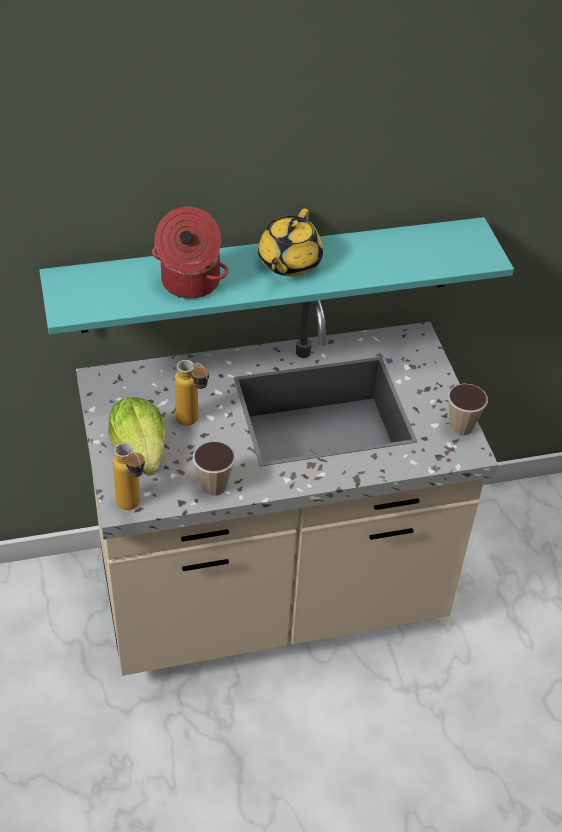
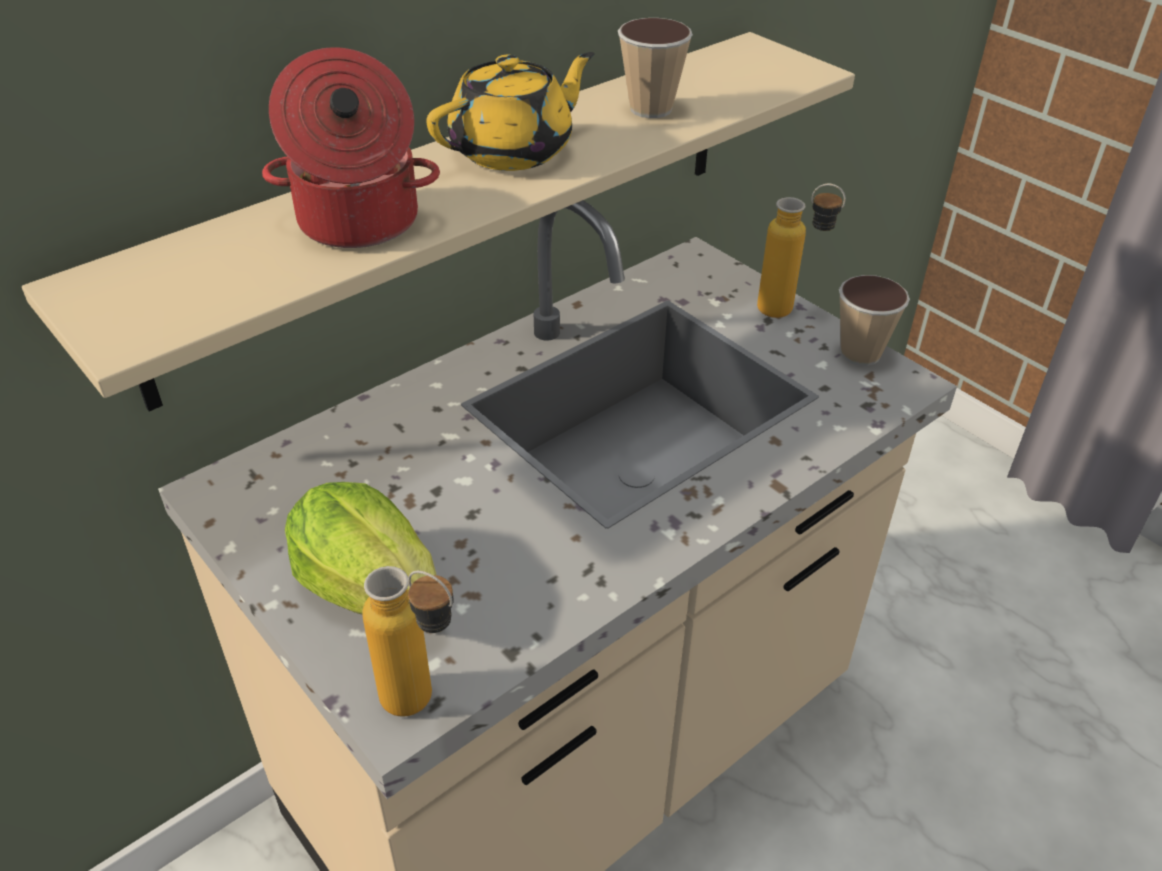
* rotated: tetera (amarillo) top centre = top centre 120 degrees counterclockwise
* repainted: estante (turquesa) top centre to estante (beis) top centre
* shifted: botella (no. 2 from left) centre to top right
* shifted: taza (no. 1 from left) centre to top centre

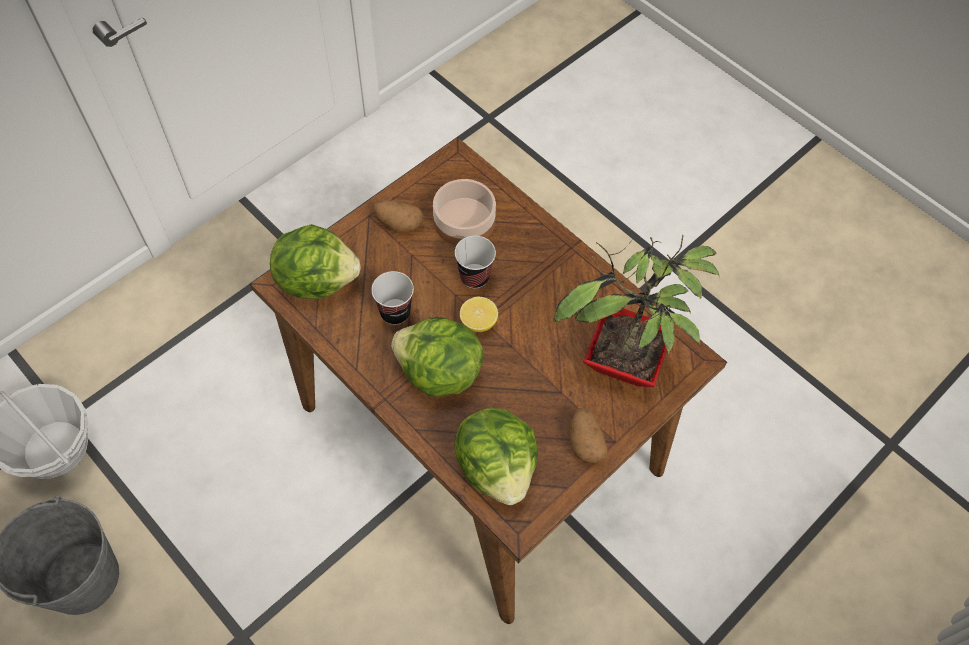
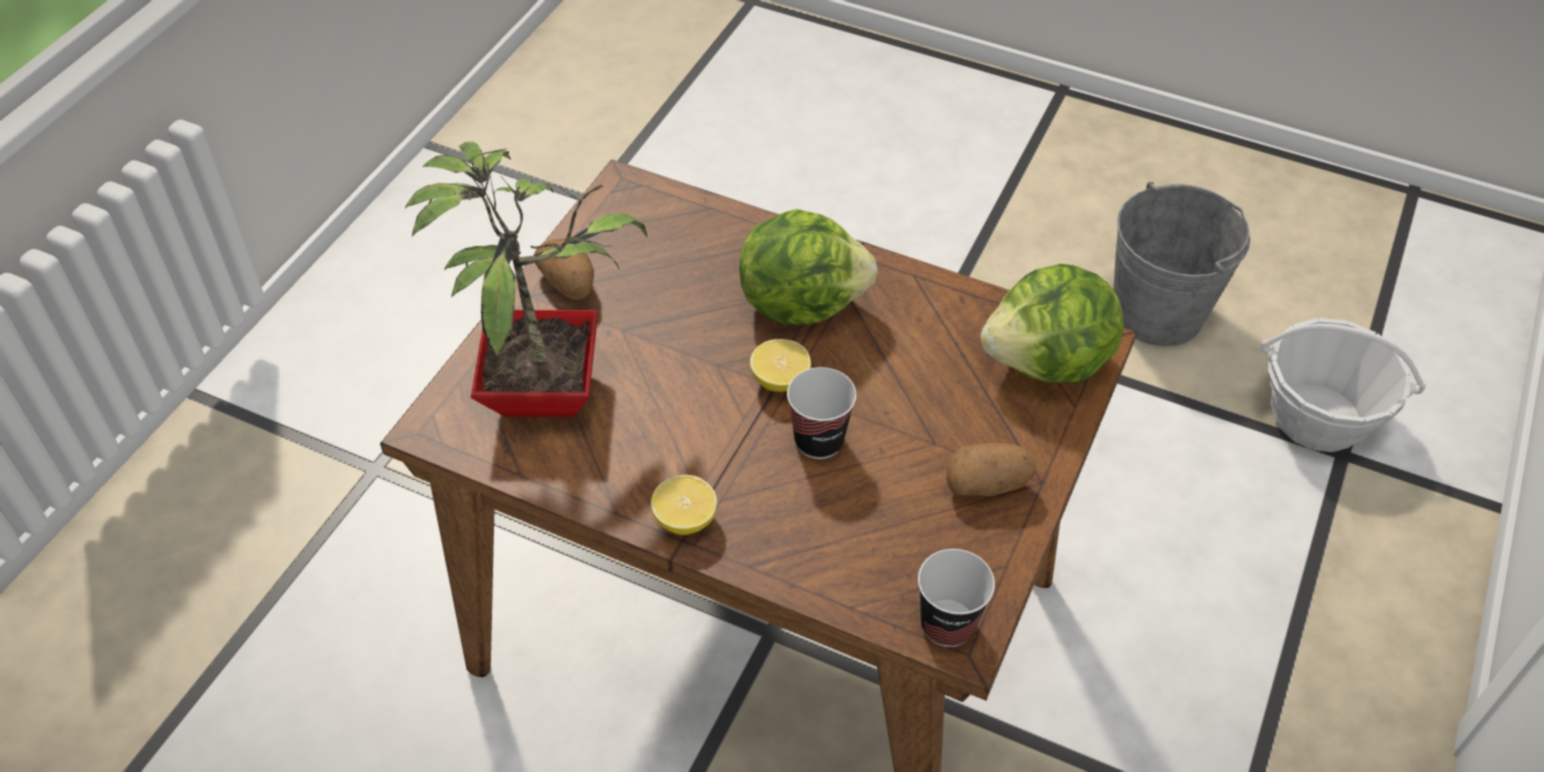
* gone: cuenco top centre
* shifted: taza (no. 1 from left in the first image) centre to taza (no. 2 from left) bottom centre
* gone: lechuga (no. 3 from left) bottom centre
* new: limón (no. 1 from left) centre

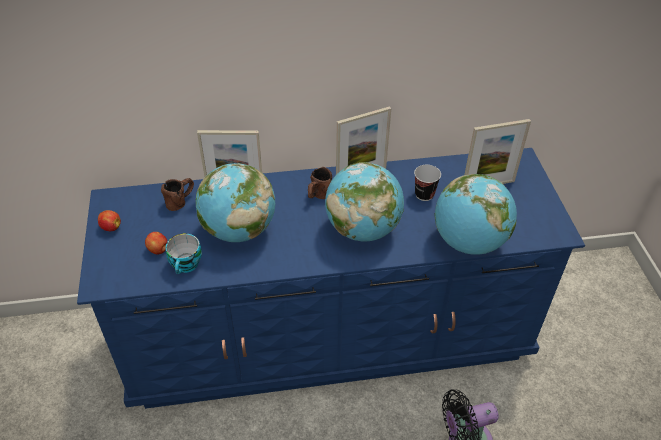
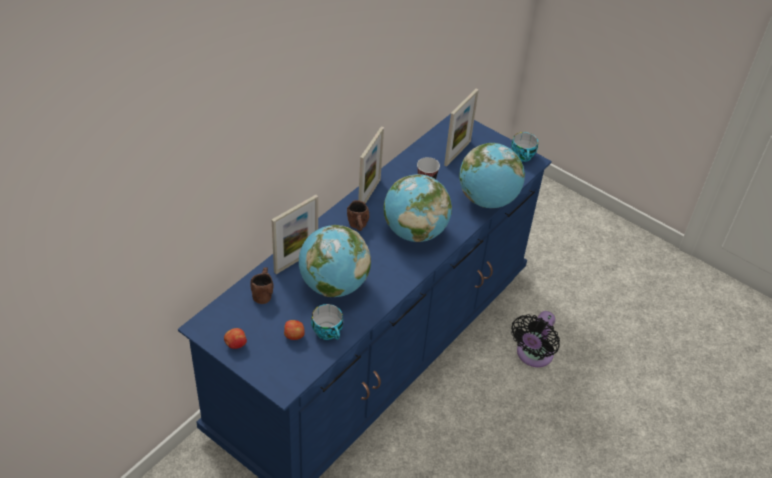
* new: taza (no. 3 from left) top right

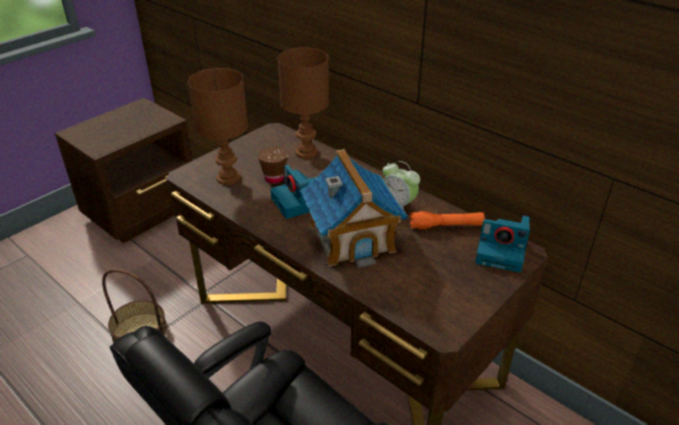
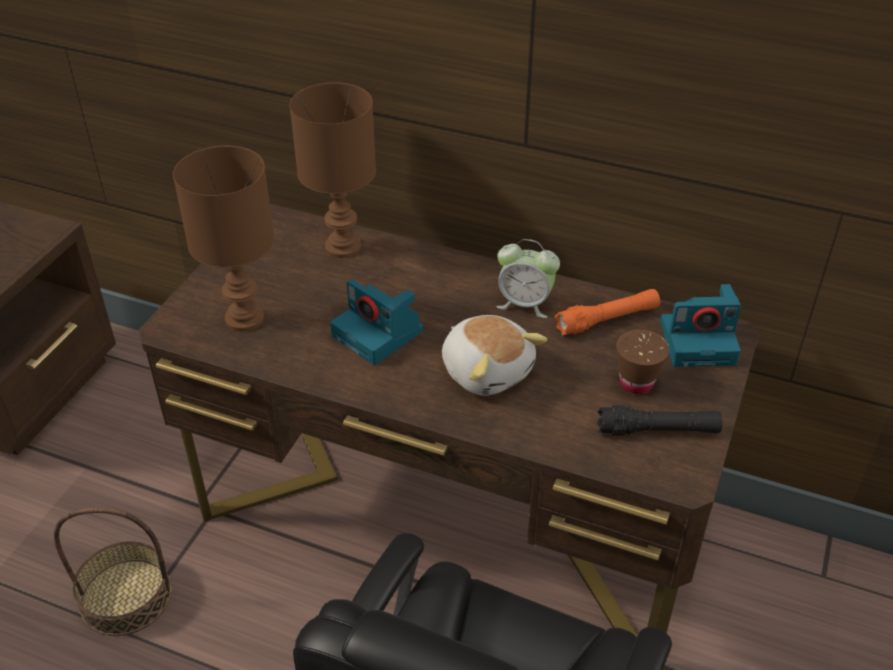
* shifted: taza (marrón) centre to middle right
* swapped: casita centre to peluche centre
* new: linterna (negro) middle right

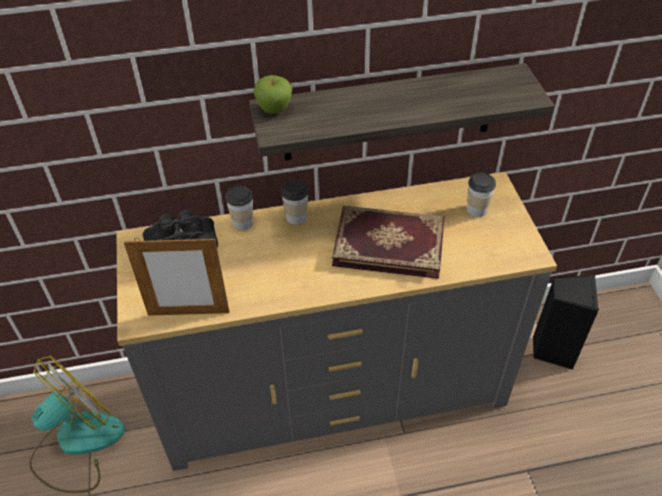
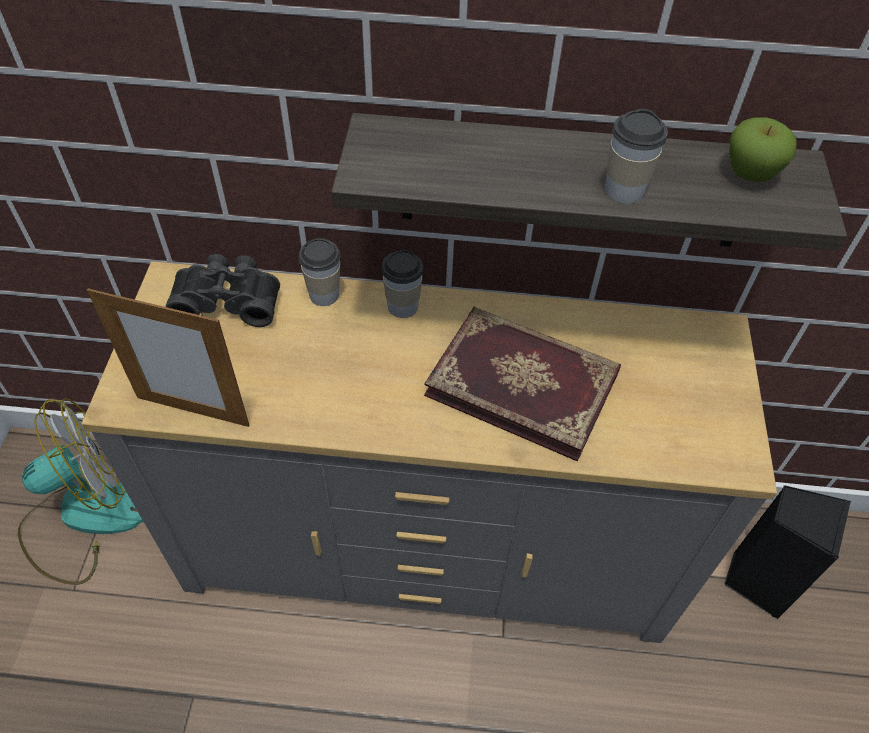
* shifted: manzana top centre to top right
* shifted: taza (no. 3 from left) middle right to top right

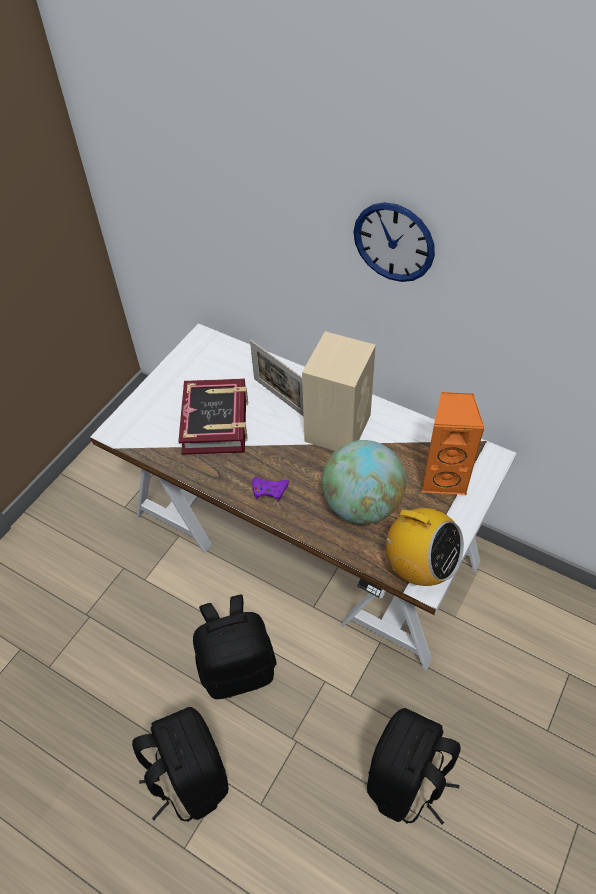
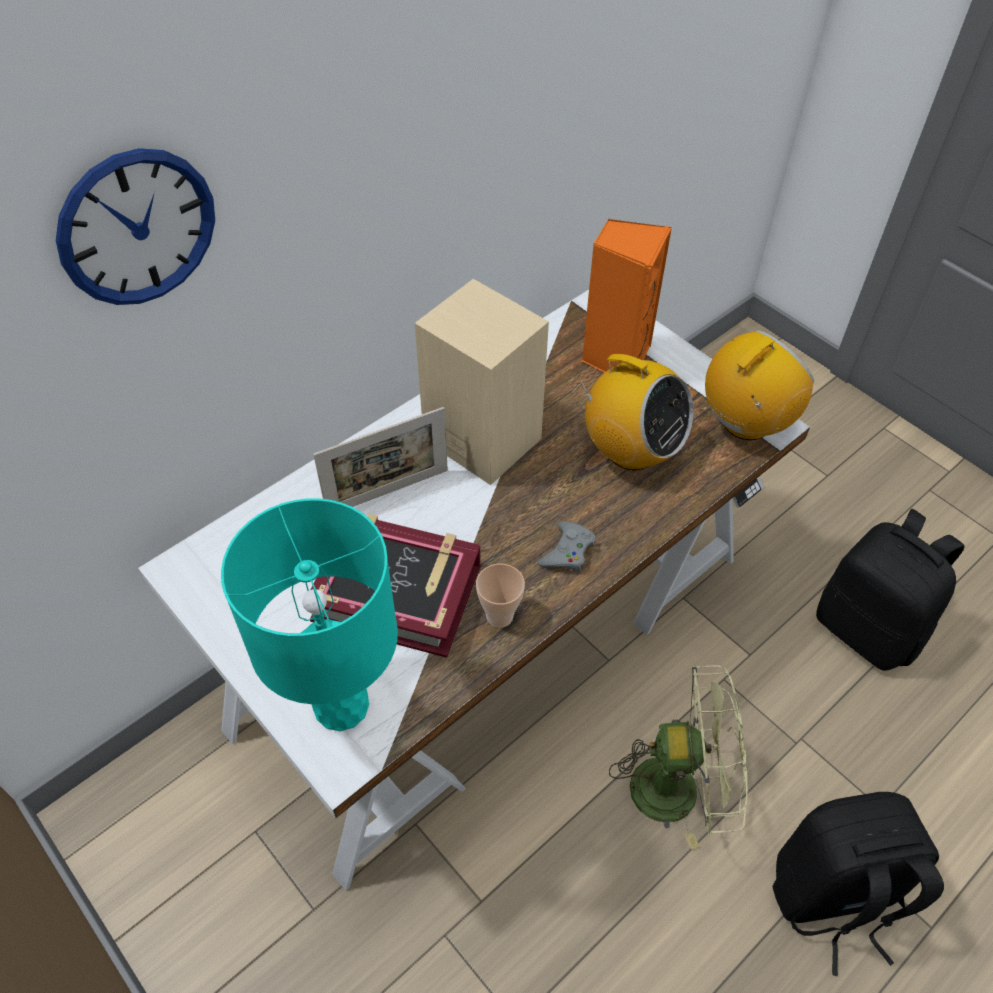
* shifted: reloj de pared top centre to top left
* swapped: globo terráqueo centre to radio (no. 1 from left) centre
* repainted: mando de consola (morado) centre to mando de consola (gris) centre
* swapped: mochila (negro) (no. 2 from left) bottom centre to ventilador (verde) bottom right
* new: lámpara de mesa (turquesa) middle left
* new: taza centre

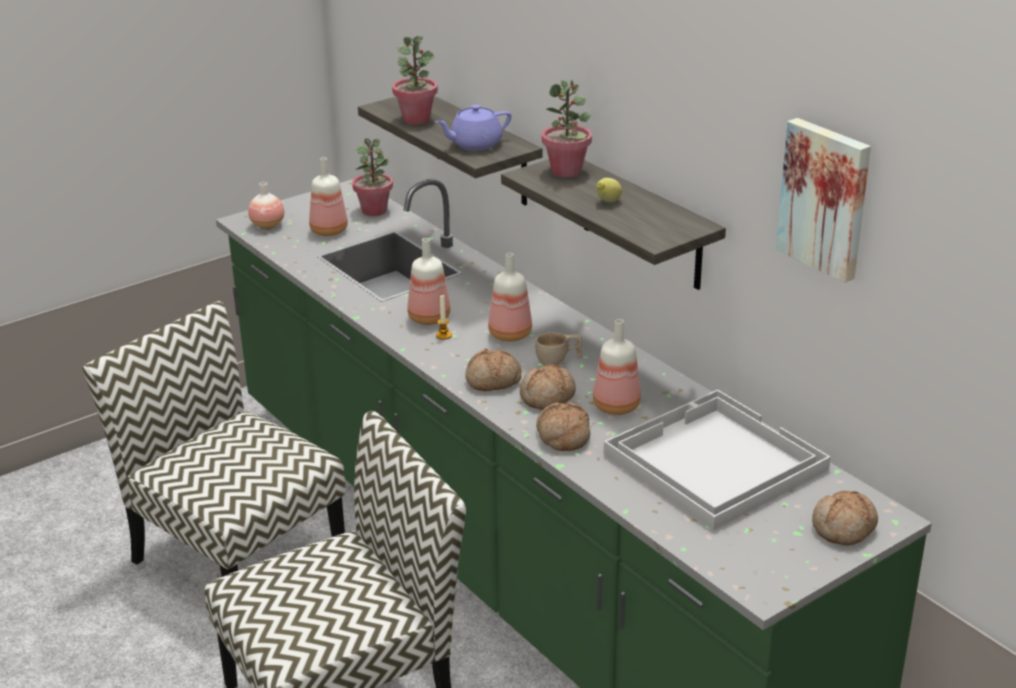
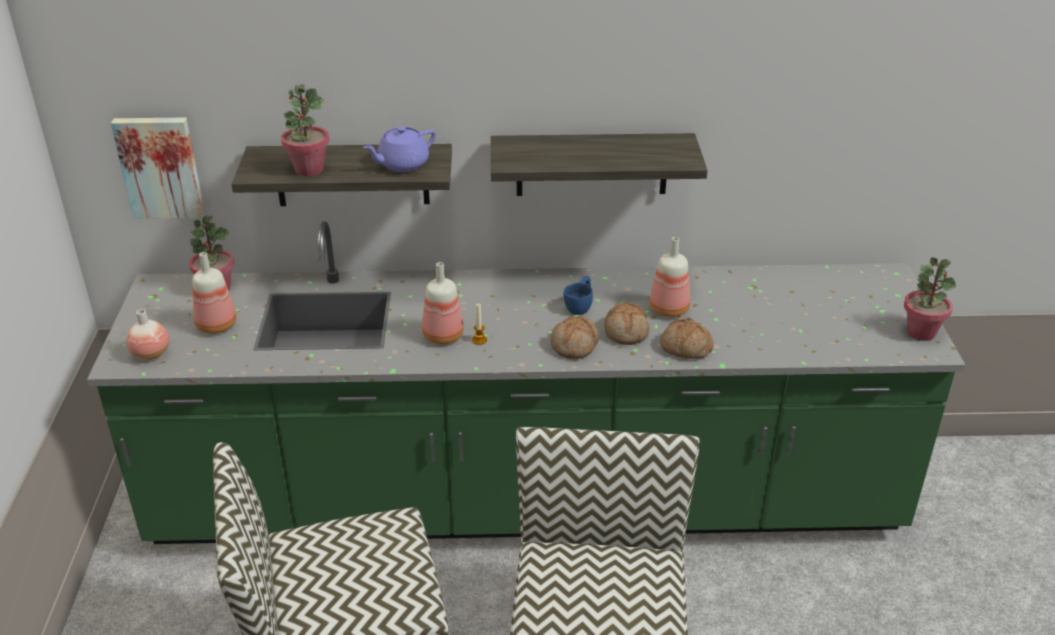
* shifted: planta en maceta (no. 3 from left) top centre to middle right
* rotated: tetera (morado) top centre = top centre 45 degrees clockwise
* shifted: cuadro top right to top left
* gone: limón top centre
* gone: botella (no. 3 from left) centre
* repainted: taza (beis) centre to taza (azul) centre
* gone: bandeja (blanco) bottom right
* gone: pan (no. 4 from left) bottom right

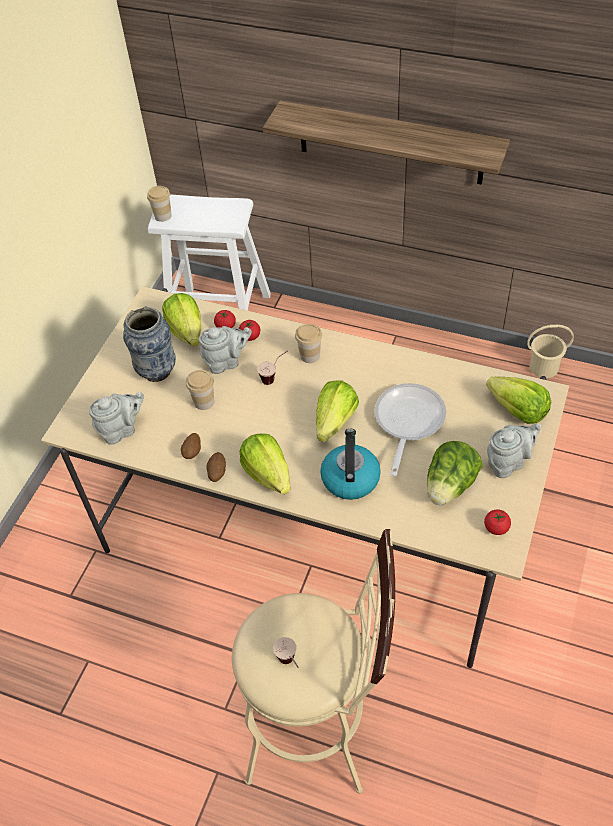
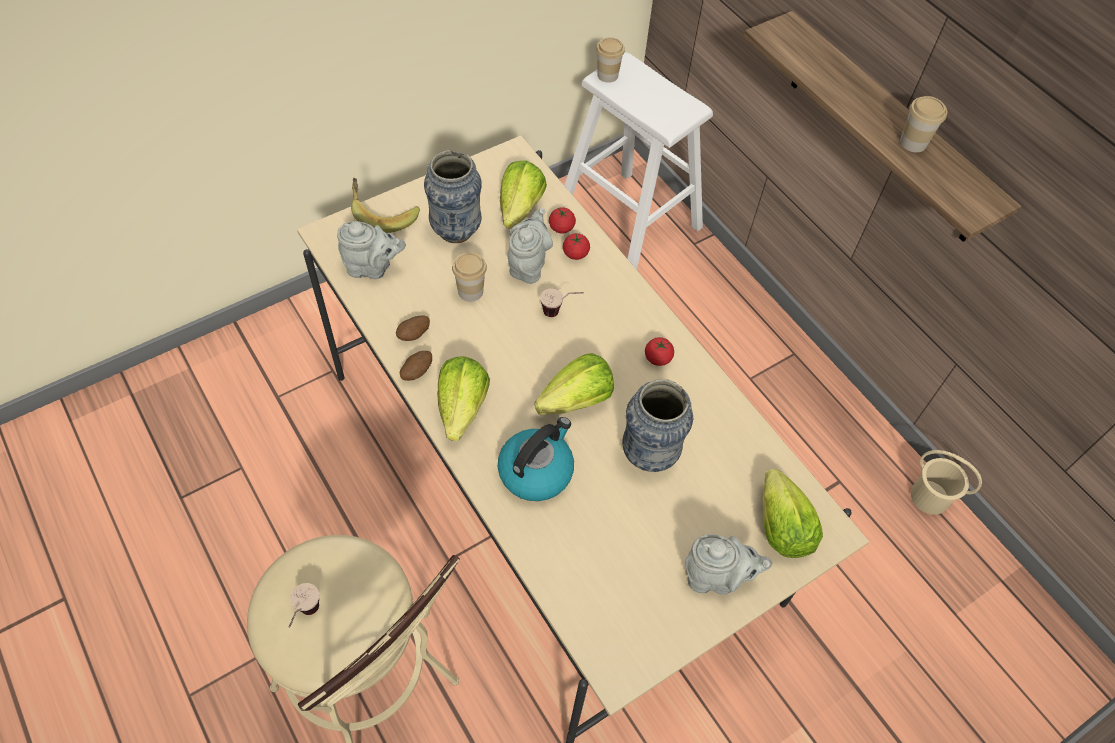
* shifted: taza (no. 5 from left) centre to top right
* rotated: tetera (gris) (no. 2 from left) centre = top centre 90 degrees counterclockwise
* swapped: sartén middle right to florero (no. 2 from left) centre
* gone: lechuga (no. 4 from left) middle right
* shifted: tomate (no. 3 from left) middle right to centre
* new: plátano top centre

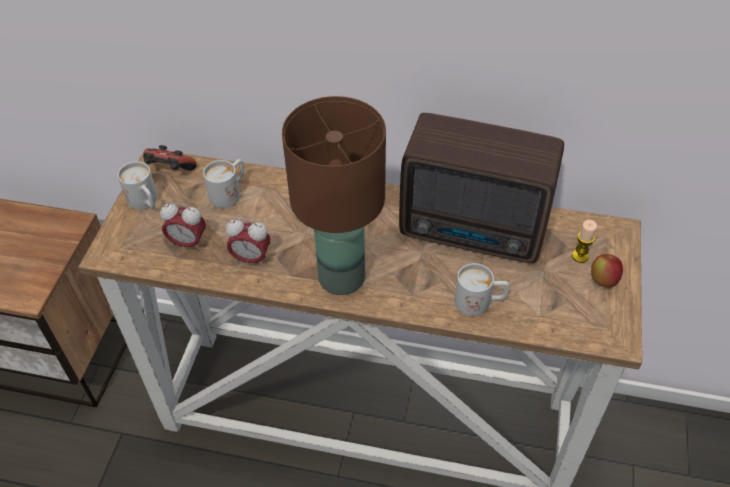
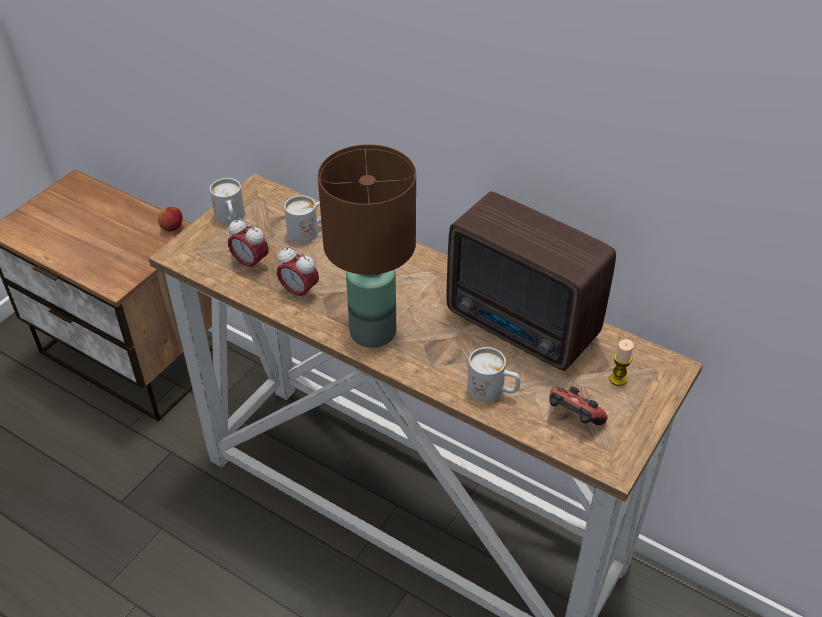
* shifted: mando de consola top left to middle right
* shifted: manzana middle right to middle left

